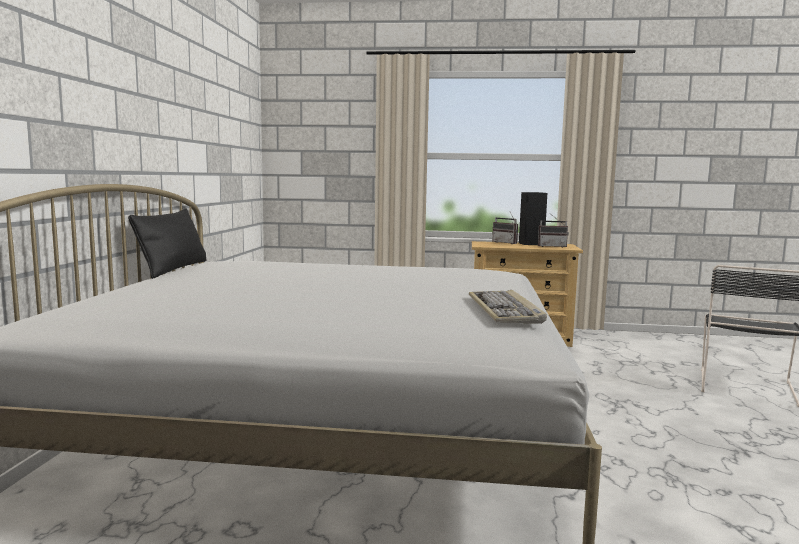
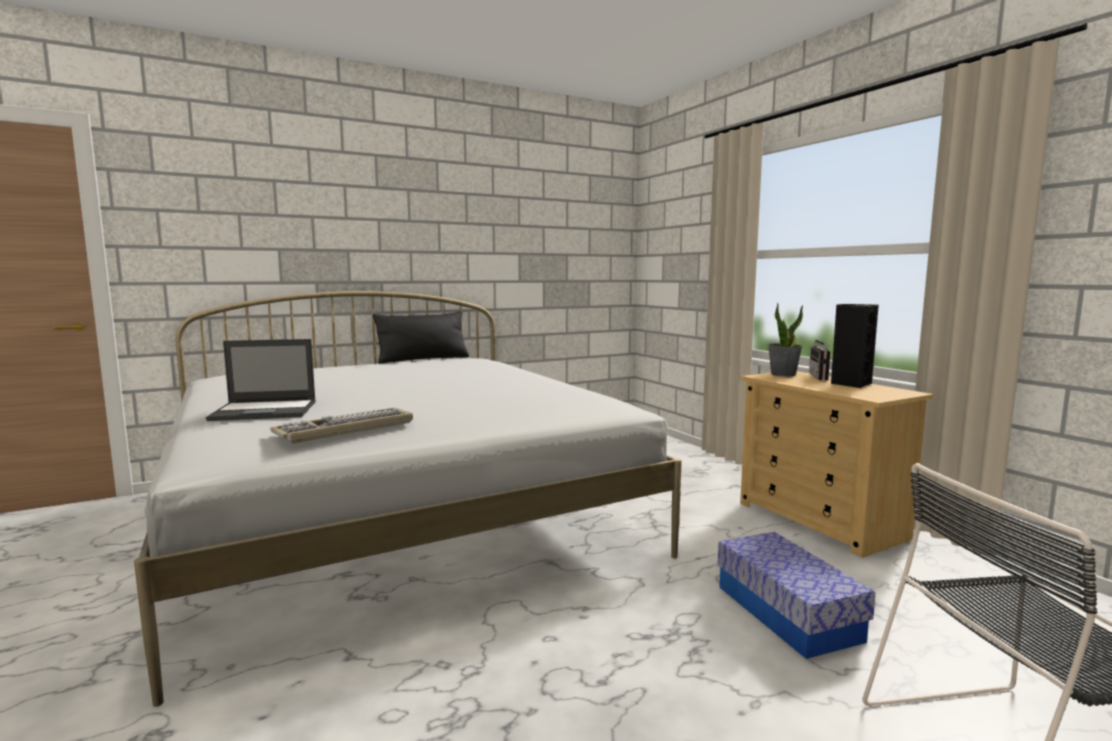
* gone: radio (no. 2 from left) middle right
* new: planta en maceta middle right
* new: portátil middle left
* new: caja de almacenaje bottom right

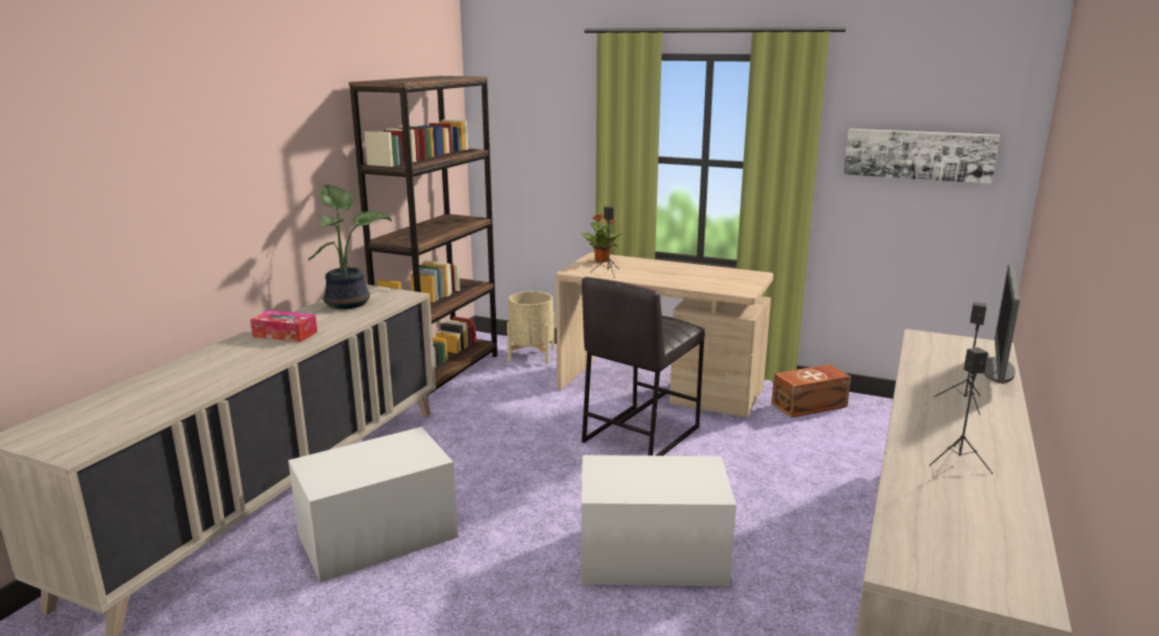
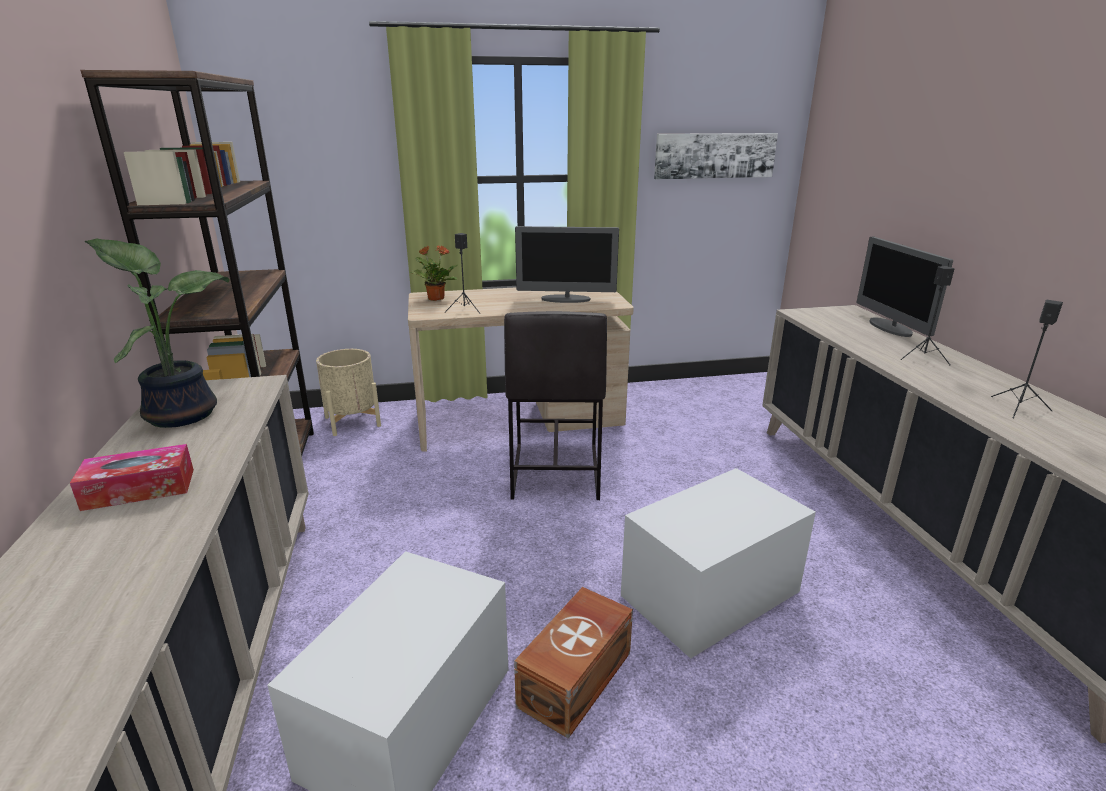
* shifted: caja de almacenaje (marrón) middle right to bottom centre
* new: monitor (no. 1 from left) centre

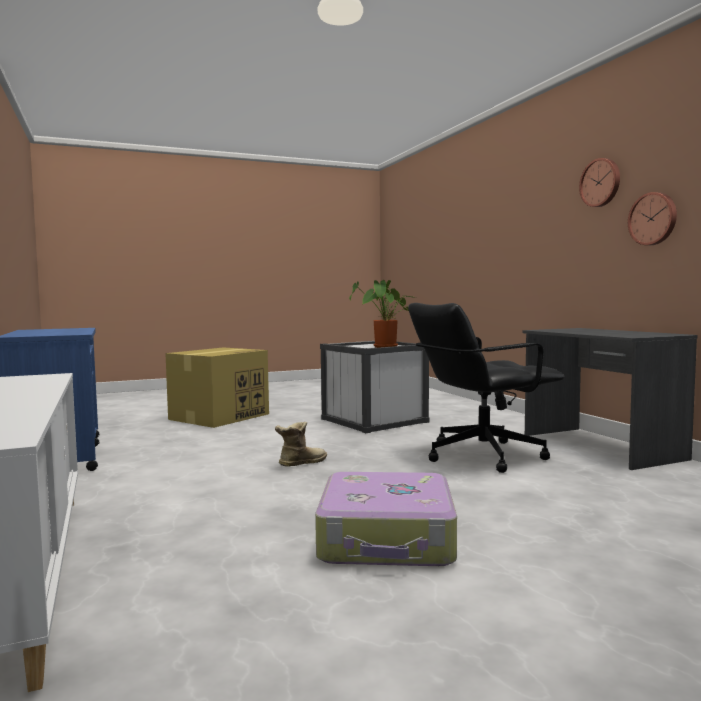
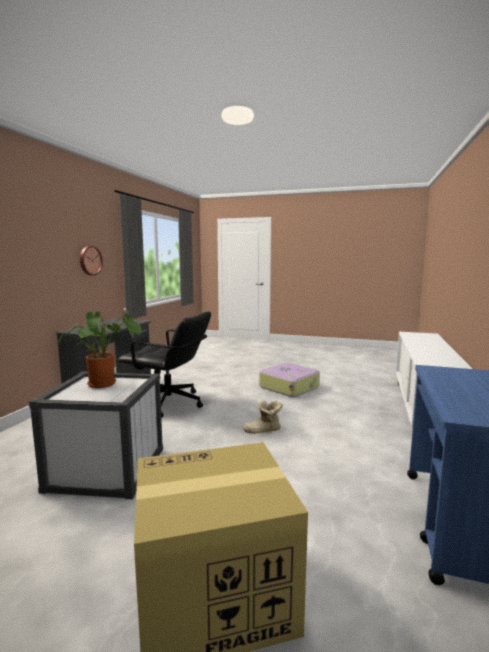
* gone: reloj de pared (no. 1 from left) top right

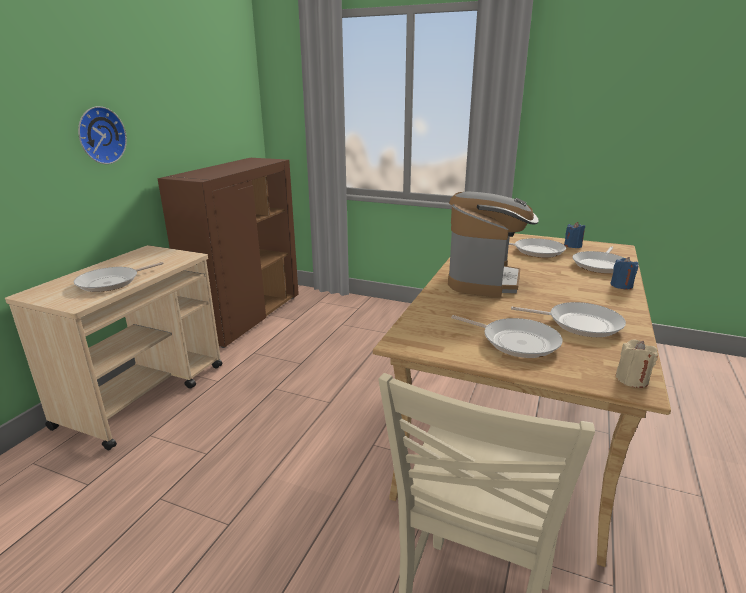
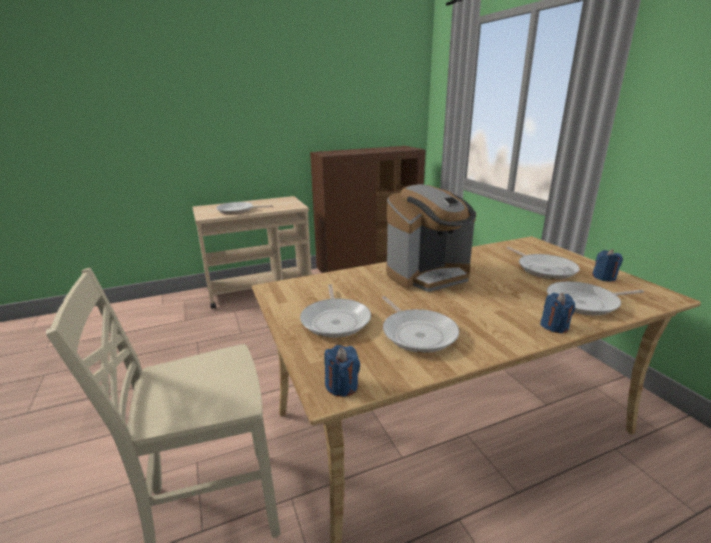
* gone: reloj de pared top left
* repainted: vela (beis) middle right to vela (azul) (no. 1 from left) bottom centre

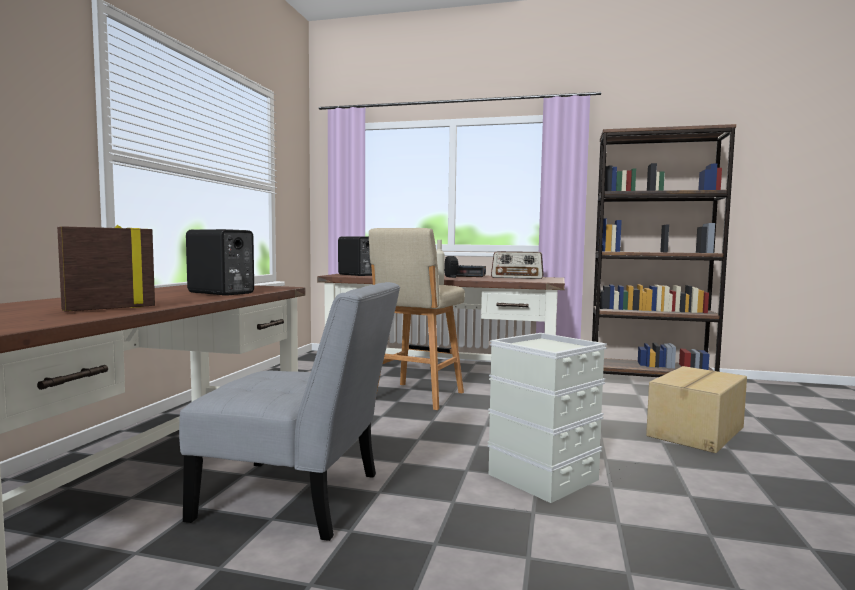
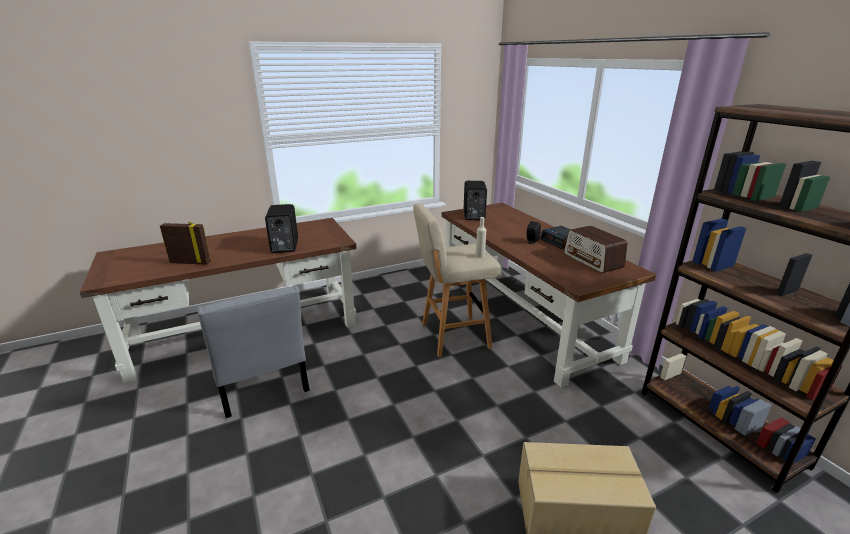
* gone: caja de almacenaje (gris) bottom centre

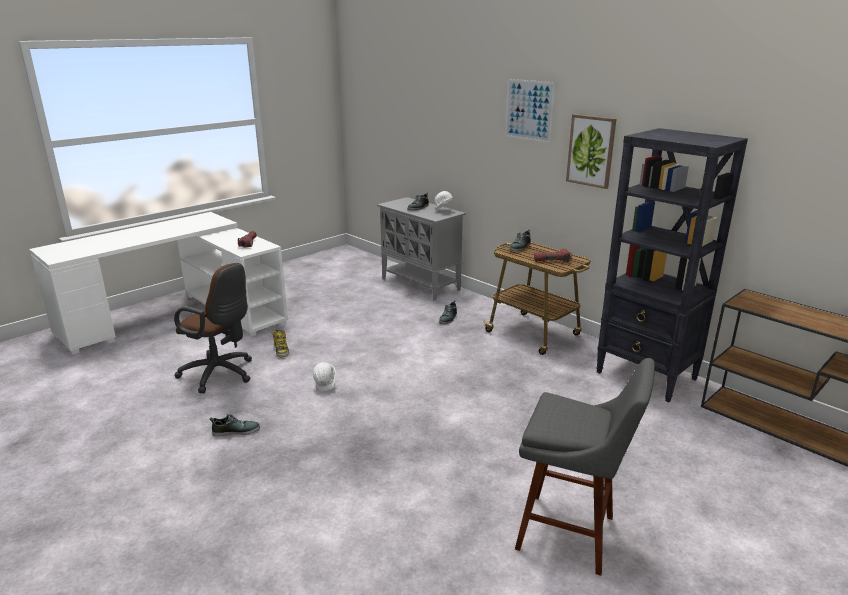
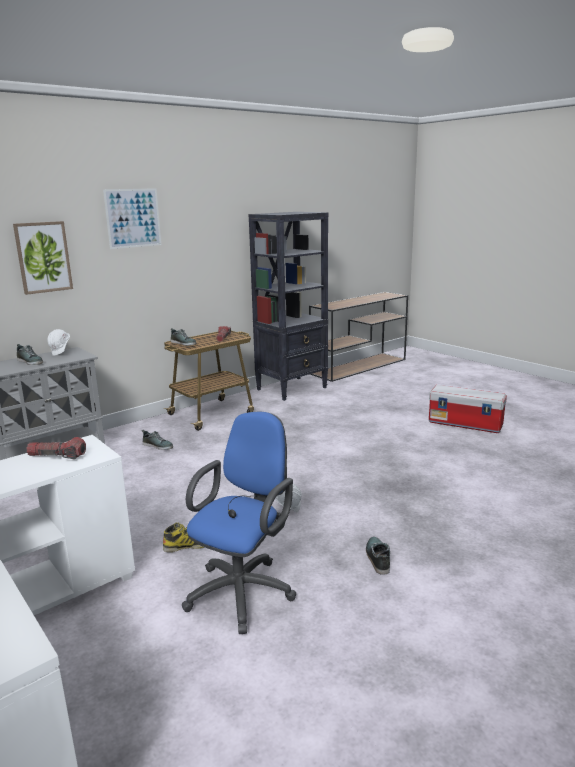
* shifted: cuadro (no. 2 from left in the first image) top right to cuadro (no. 1 from left) middle left
* repainted: silla de oficina (marrón) middle left to silla de oficina (azul) bottom centre
* swapped: taburete (gris) bottom right to caja de almacenaje middle right

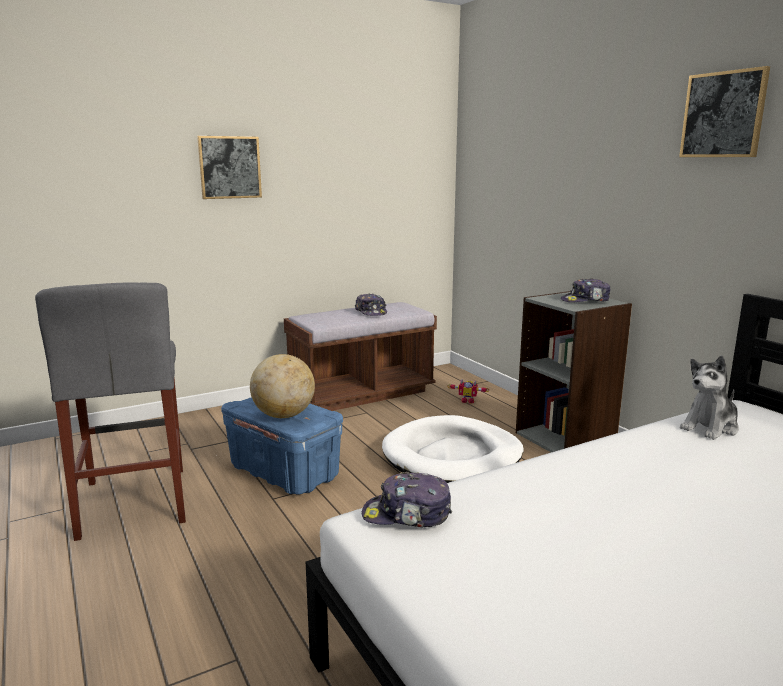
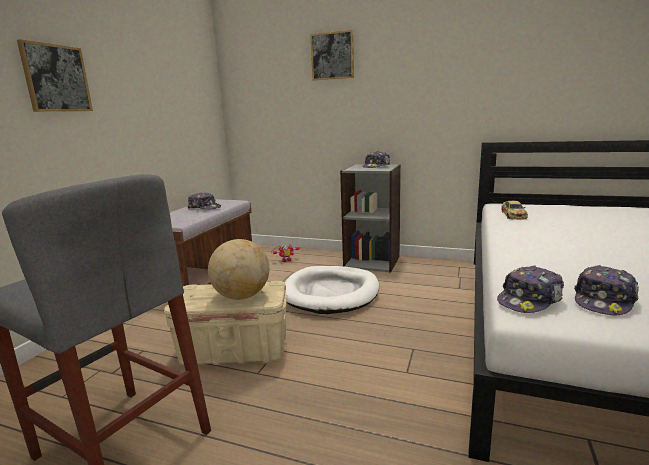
* shifted: cuadro (no. 2 from left) top right to top centre
* swapped: peluche middle right to coche de juguete middle right
* repainted: caja de almacenaje (azul) centre to caja de almacenaje (beis) bottom centre
* new: gorra (no. 4 from left) middle right

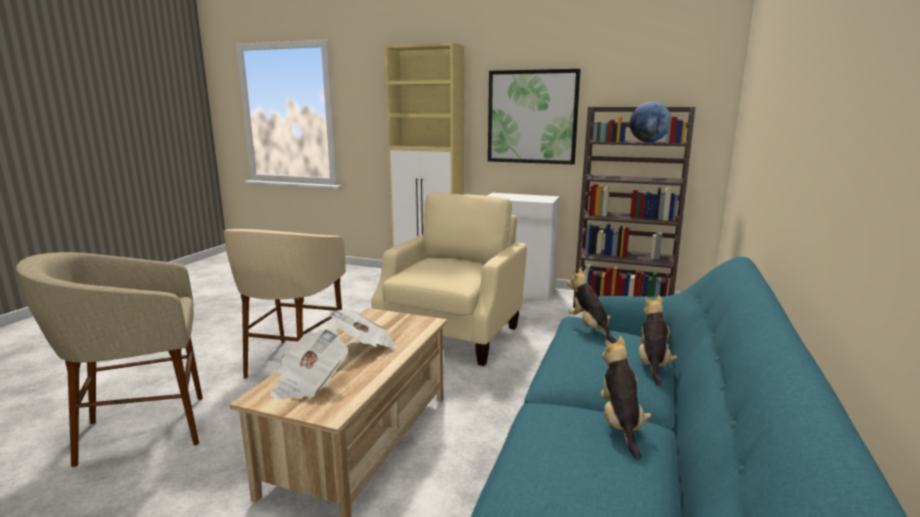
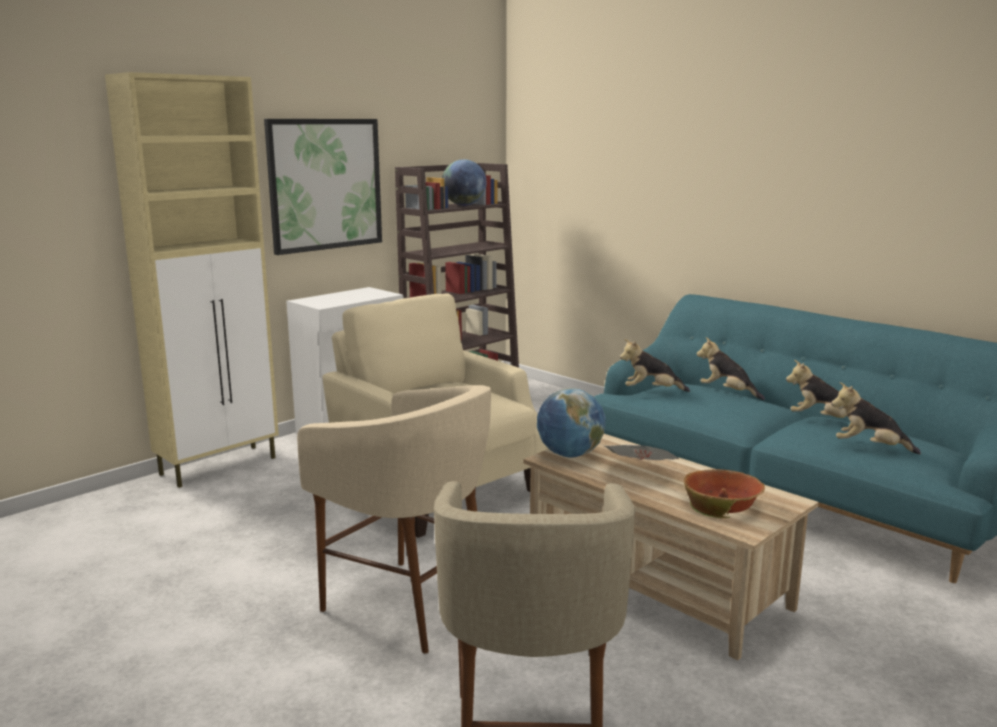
* swapped: periódico (no. 1 from left) bottom centre to cuenco bottom right
* new: peluche (no. 4 from left) middle right
* new: globo terráqueo (no. 2 from left) centre

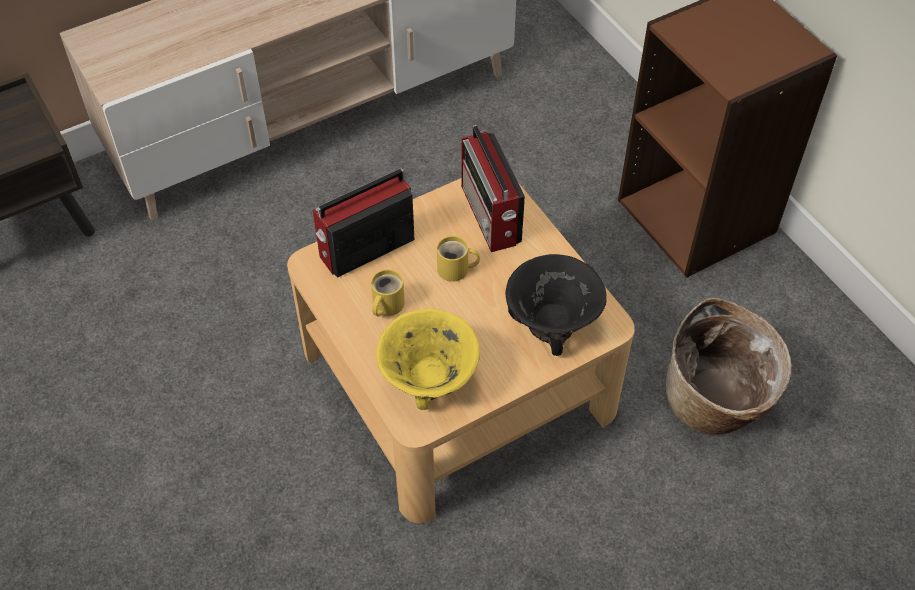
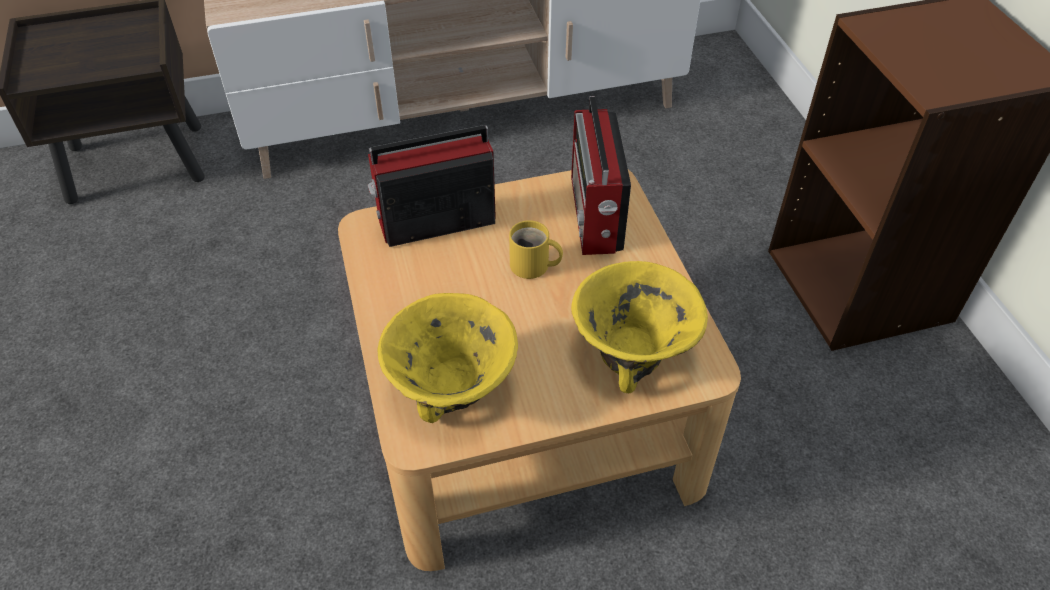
* repainted: cuenco (negro) centre to cuenco (amarillo) (no. 2 from left) centre
* gone: taza grande (amarillo) (no. 1 from left) centre
* gone: cesta middle right

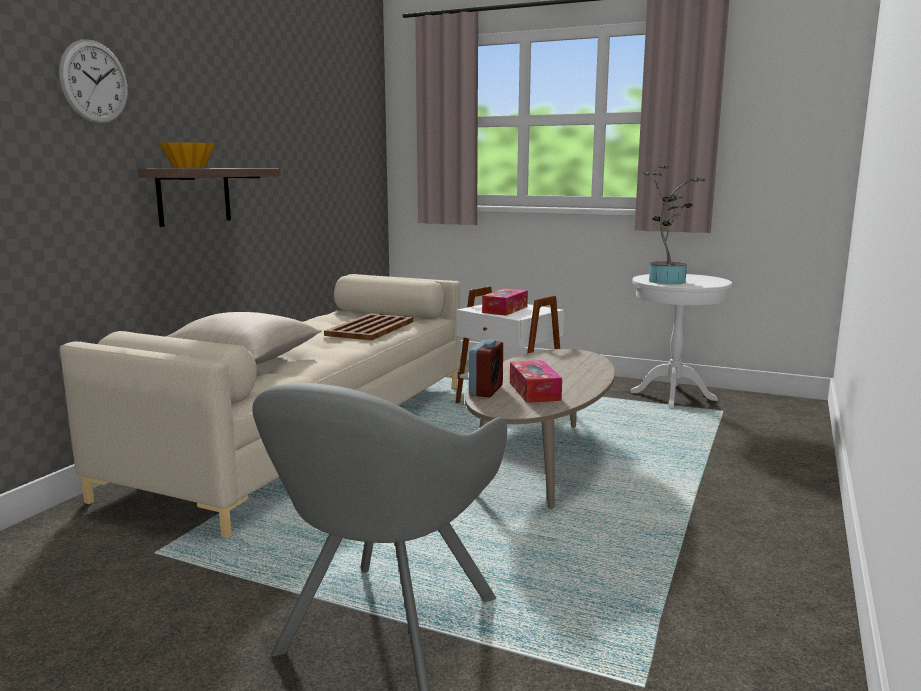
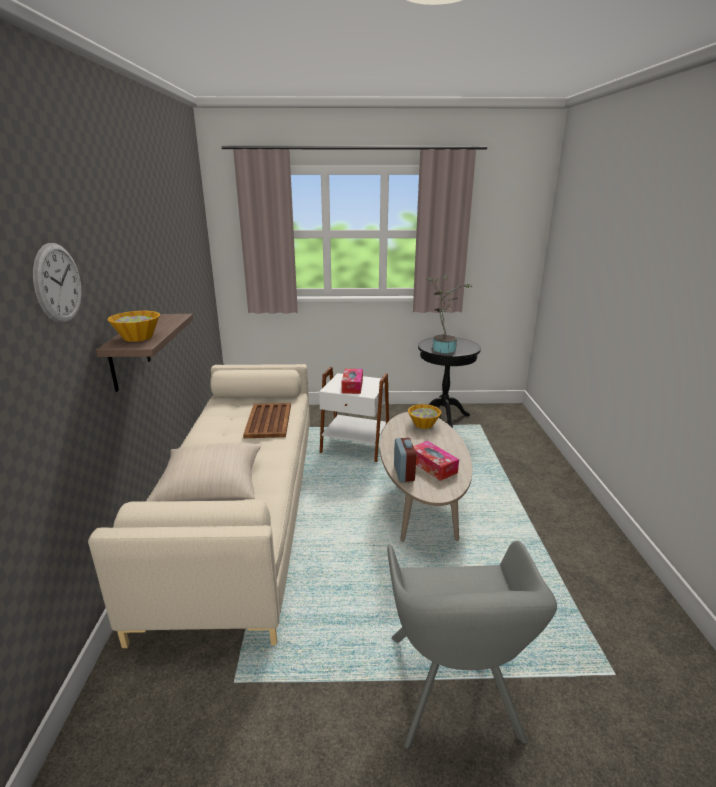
* repainted: mesa auxiliar (blanco) (no. 2 from left) middle right to mesa auxiliar (negro) centre
* new: cuenco (no. 2 from left) centre

